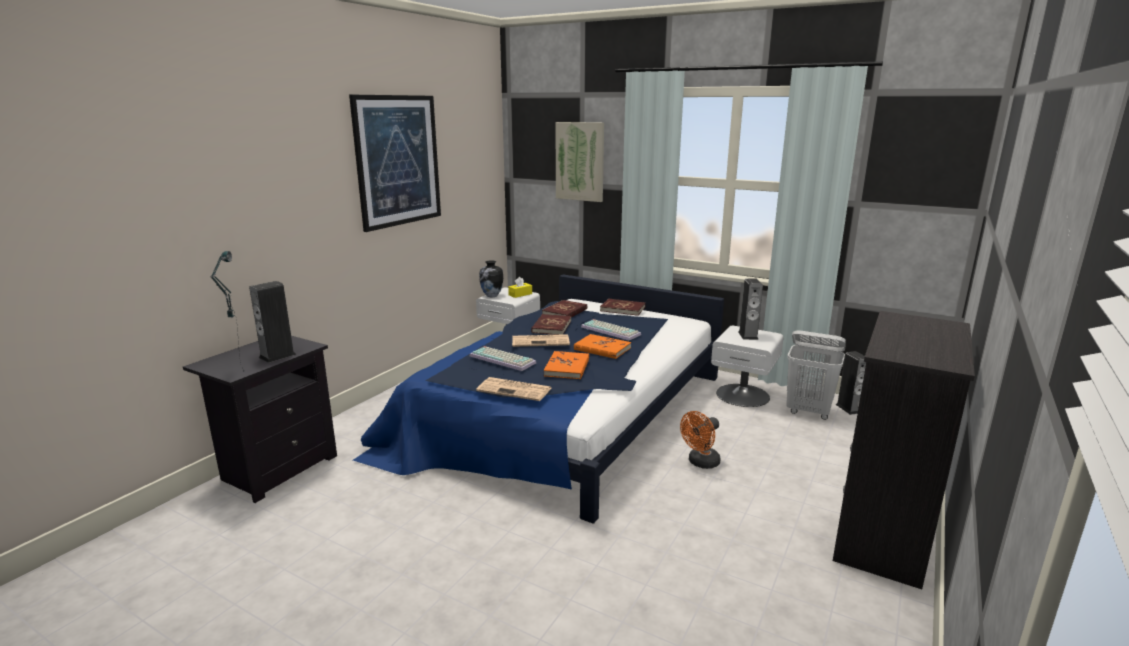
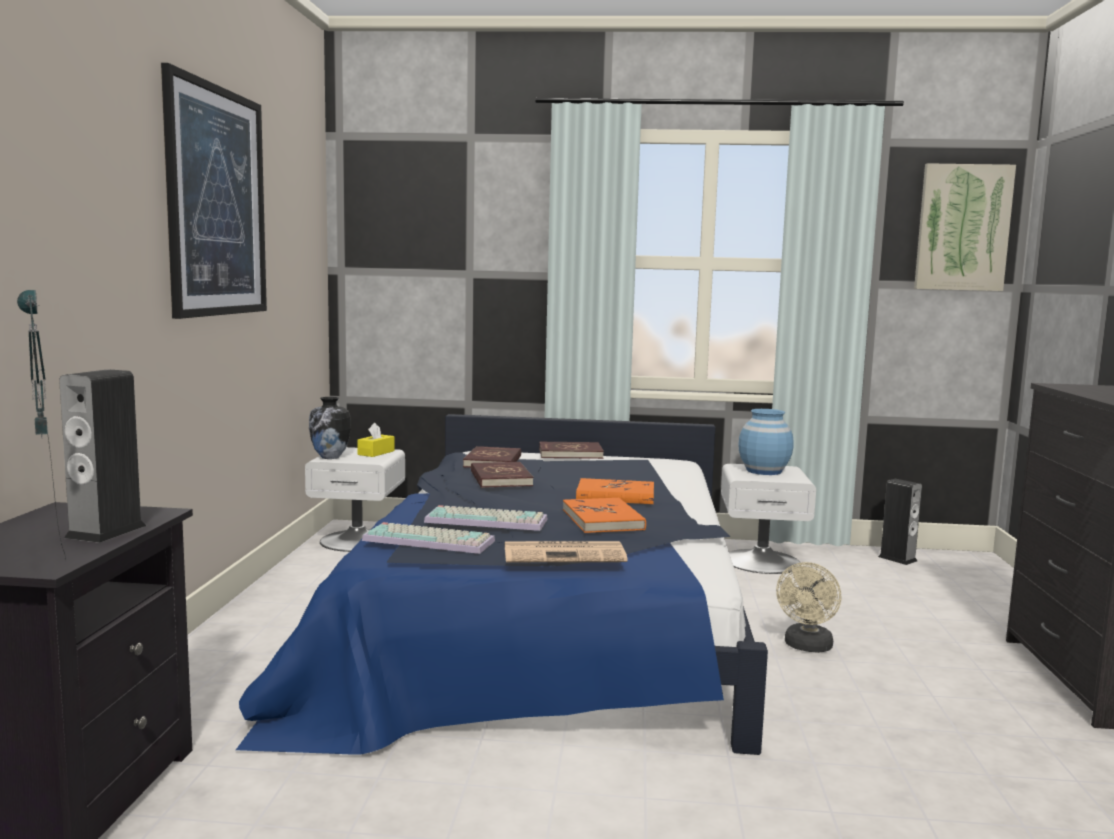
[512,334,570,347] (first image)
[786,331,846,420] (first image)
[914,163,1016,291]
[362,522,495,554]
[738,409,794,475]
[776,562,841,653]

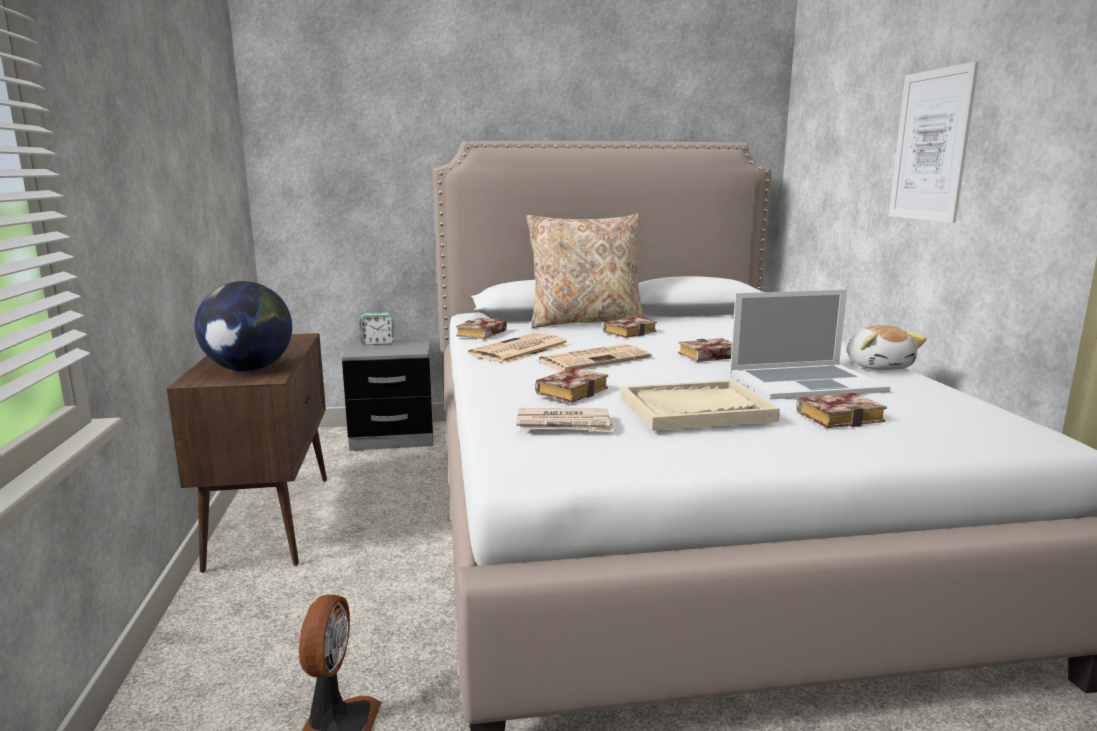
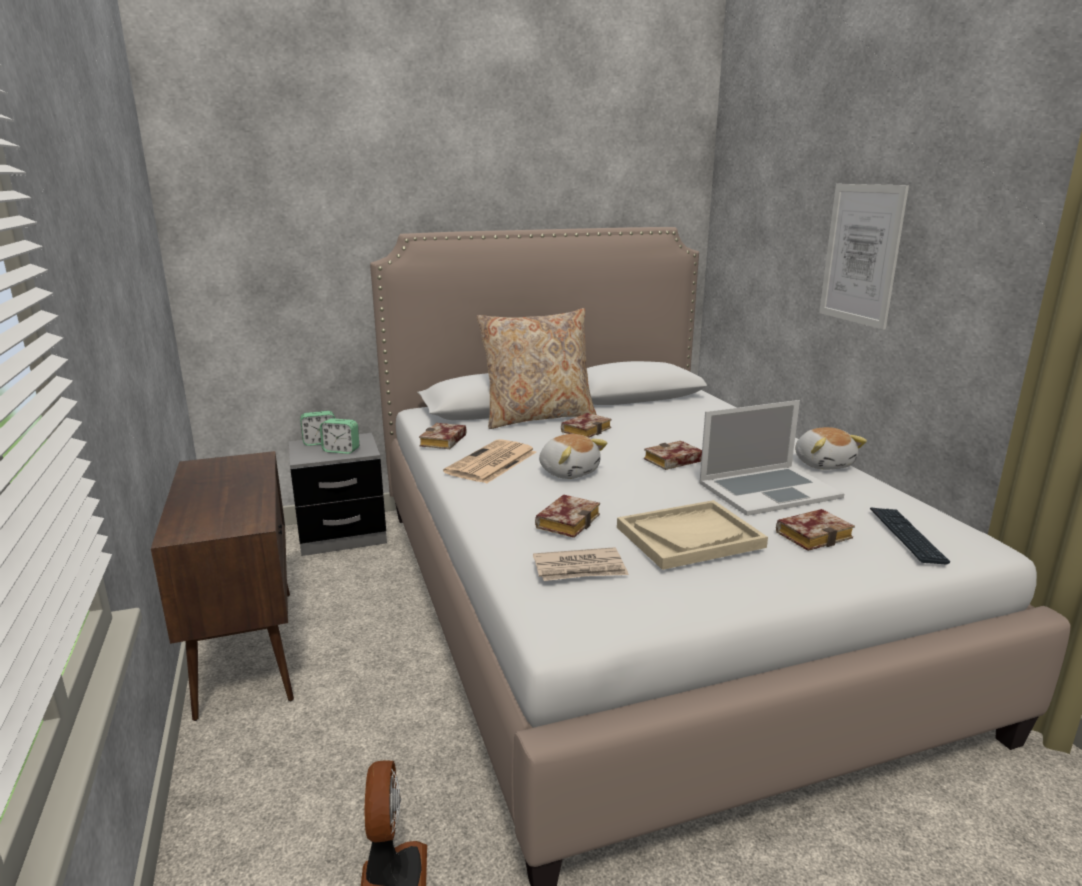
[195,281,292,371] (first image)
[320,418,359,454]
[870,507,950,565]
[539,434,607,479]

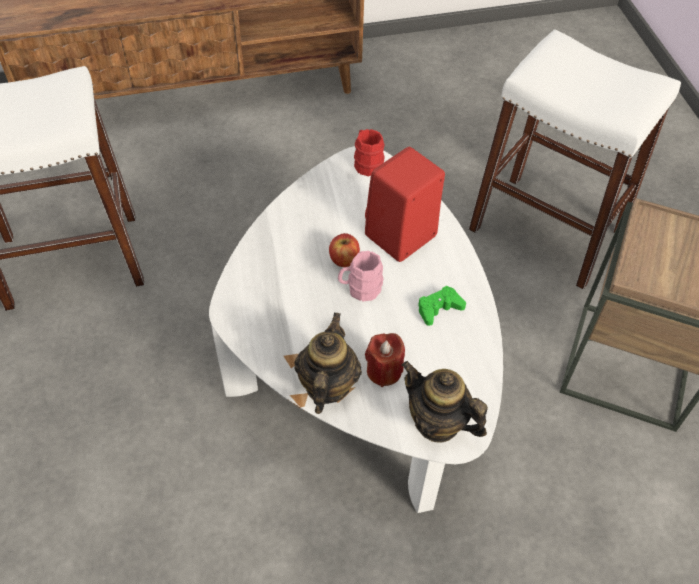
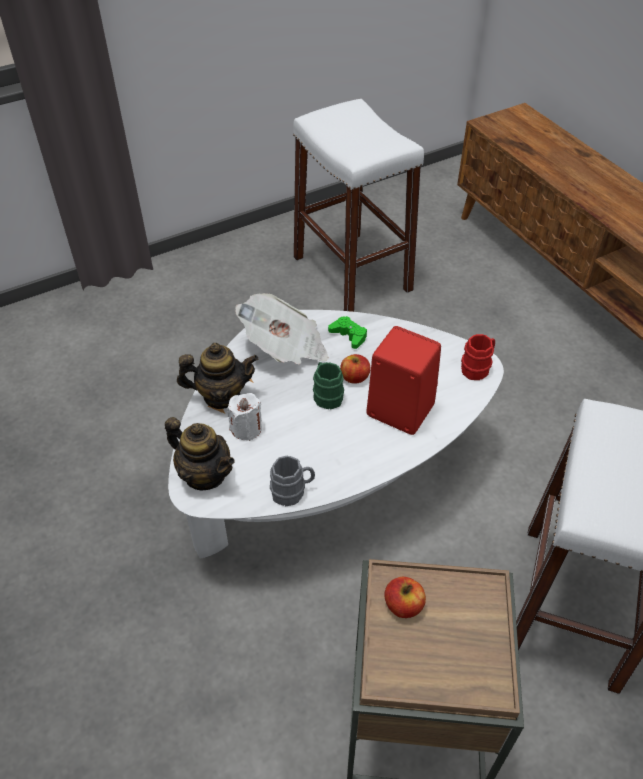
[235,293,329,364]
[270,455,315,506]
[384,577,426,618]
[328,316,367,349]
[313,362,344,409]
[227,393,262,441]
[165,417,235,490]

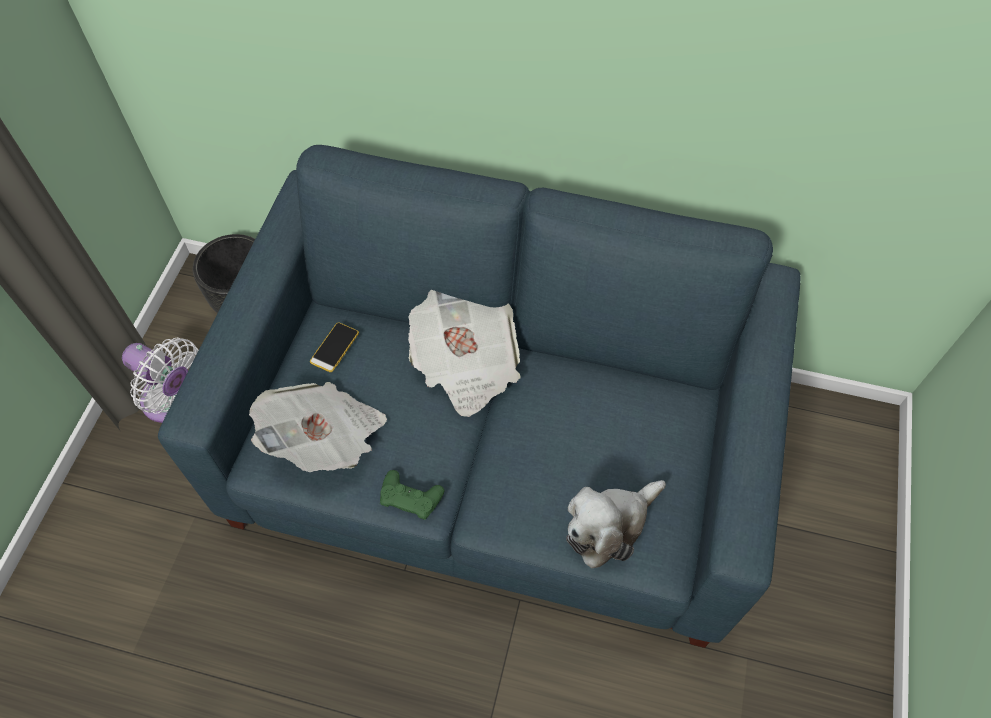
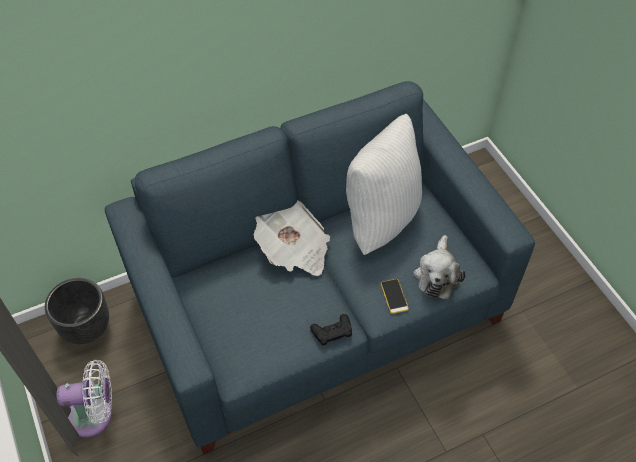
[249,382,387,472] (first image)
[346,114,422,255]
[381,279,409,314]
[310,314,352,345]

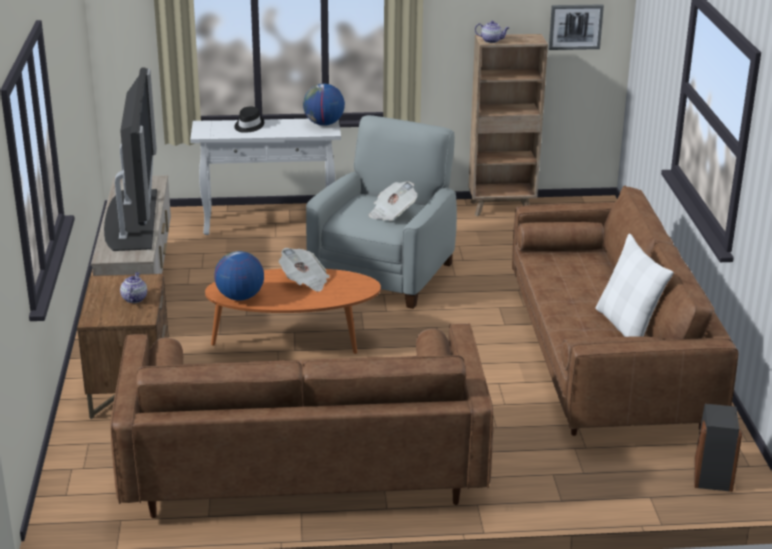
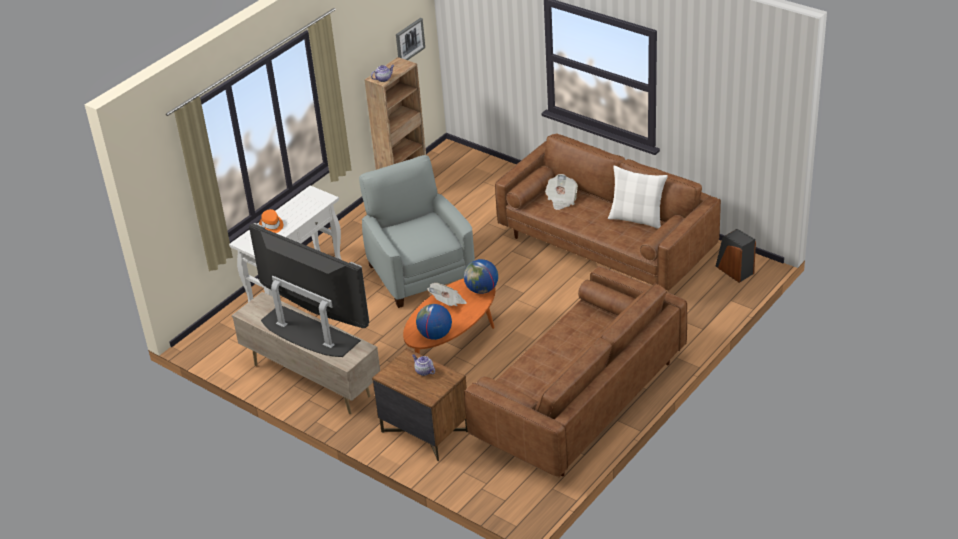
[464,259,498,294]
[545,174,578,210]
[259,209,283,233]

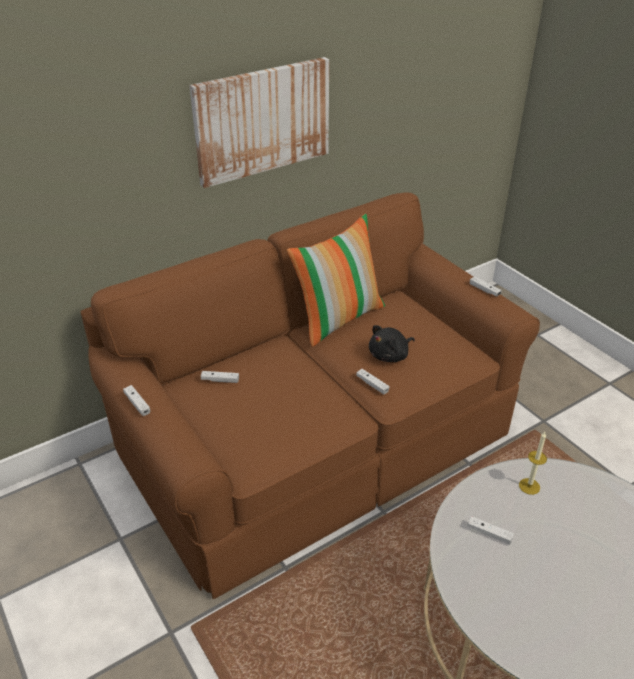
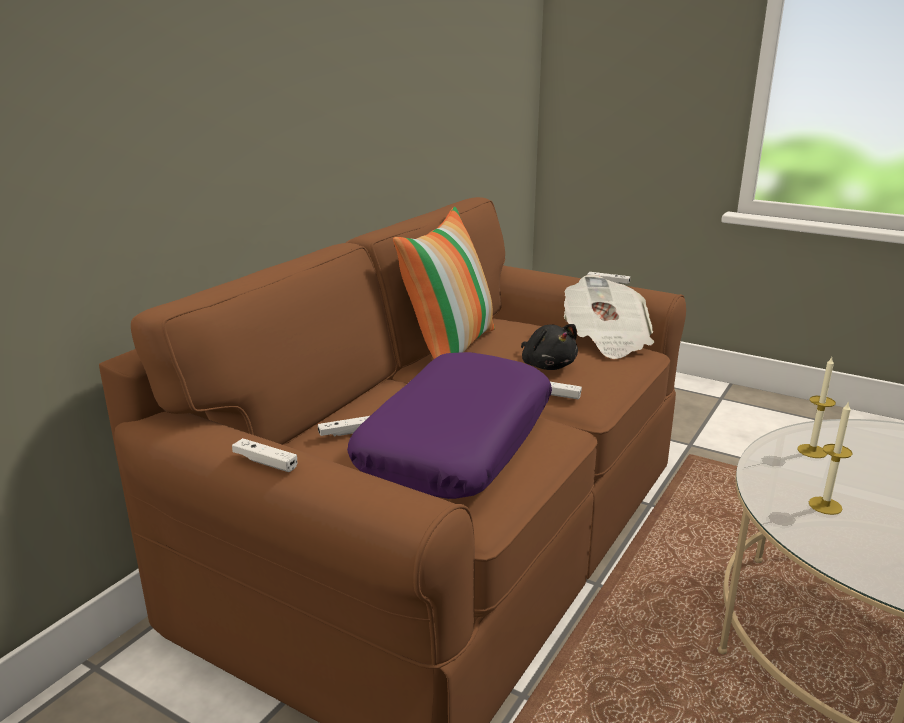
[189,57,329,188] (first image)
[347,352,552,499]
[564,275,654,359]
[809,401,853,515]
[521,324,578,370]

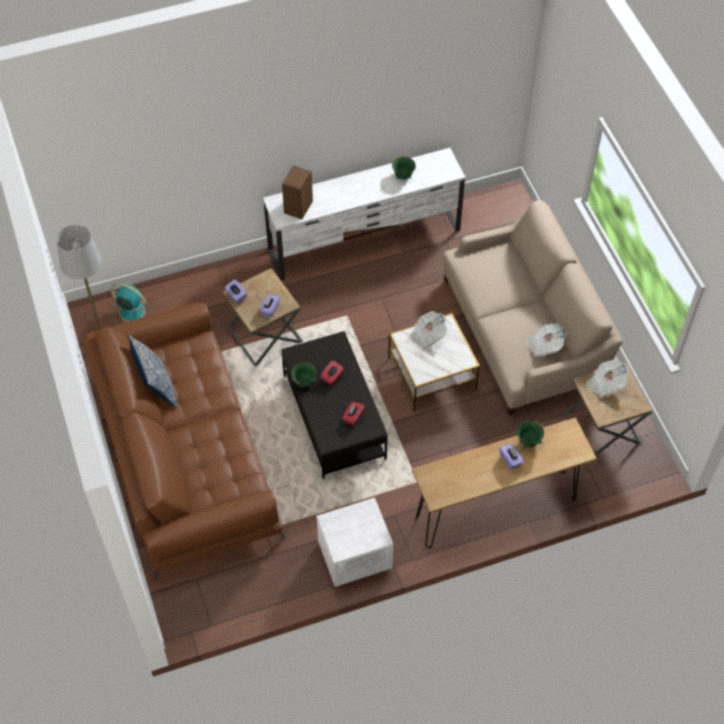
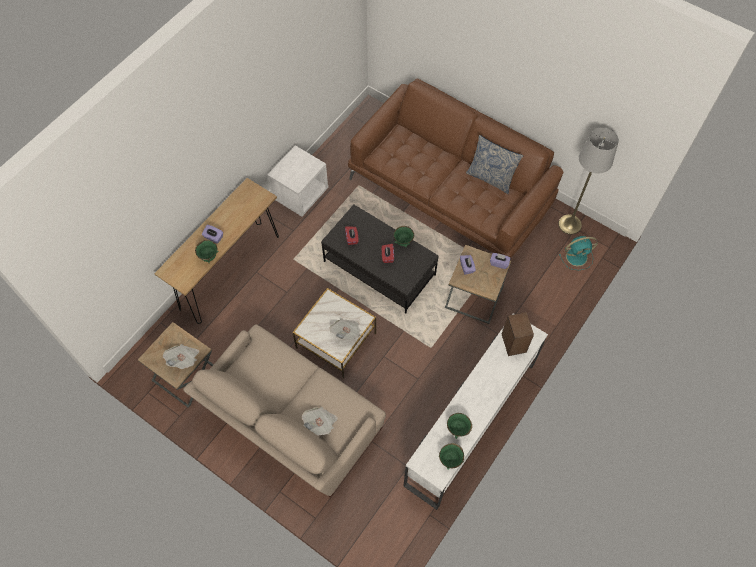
[439,443,464,470]
[302,407,338,436]

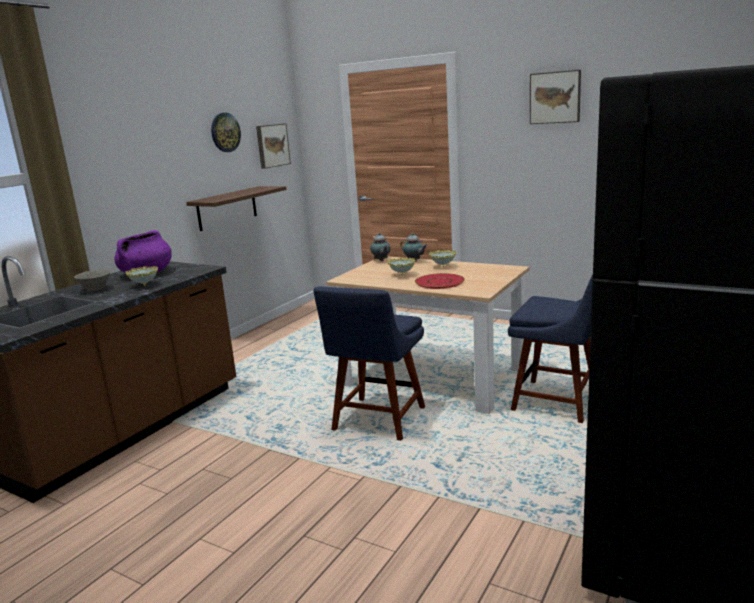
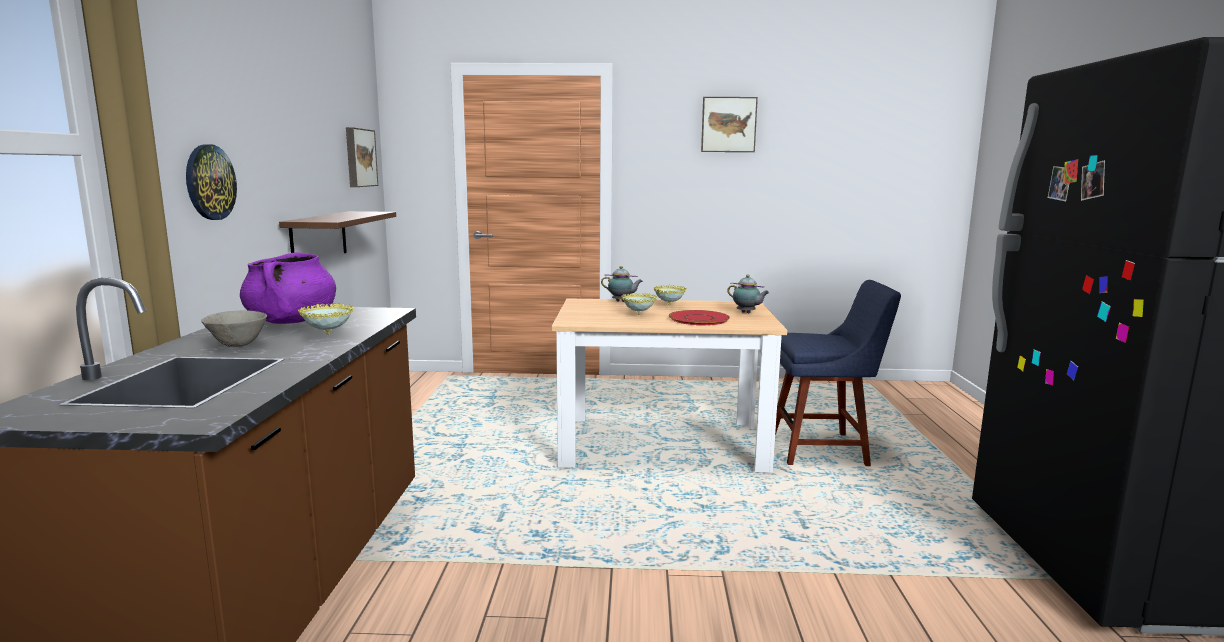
[313,287,425,441] (first image)
[186,144,237,220]
[727,275,769,313]

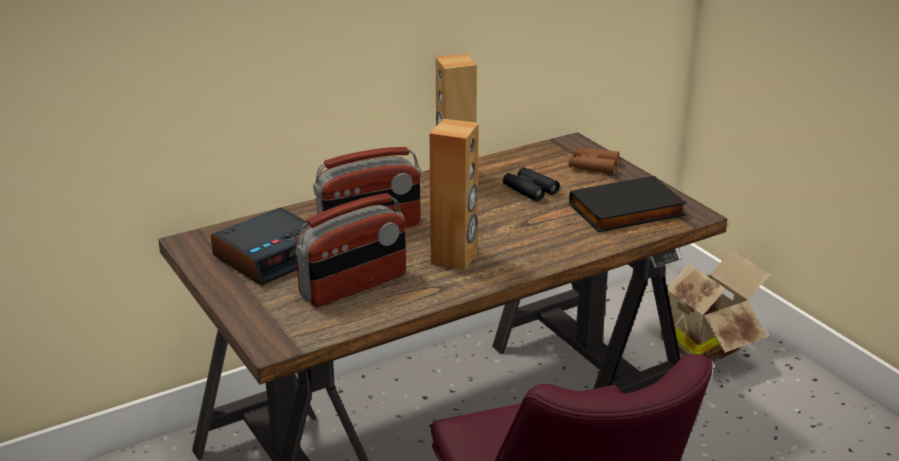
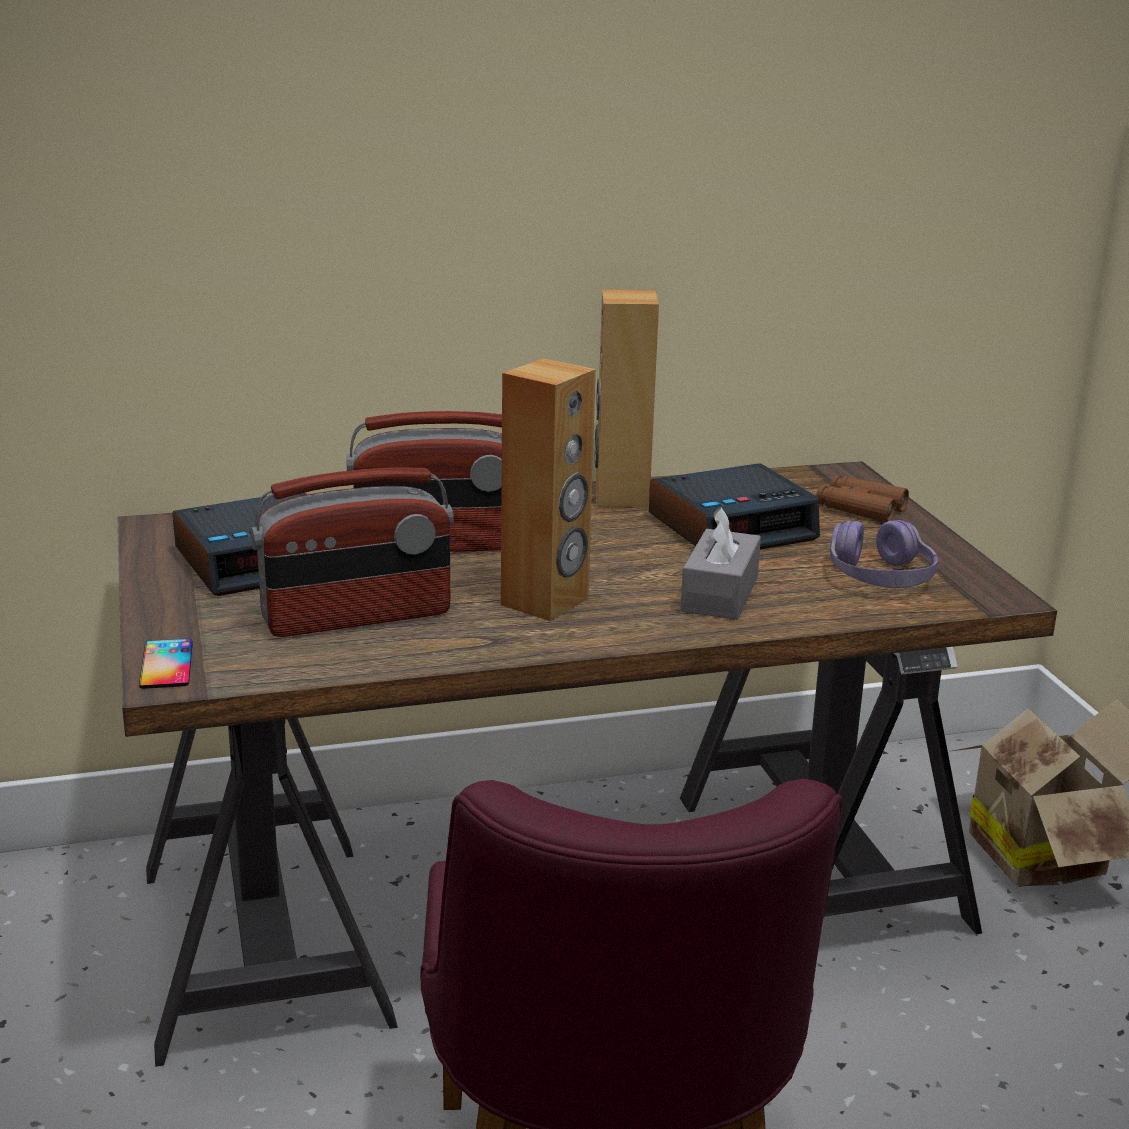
[139,639,193,689]
[680,507,761,620]
[649,463,820,549]
[830,520,938,588]

